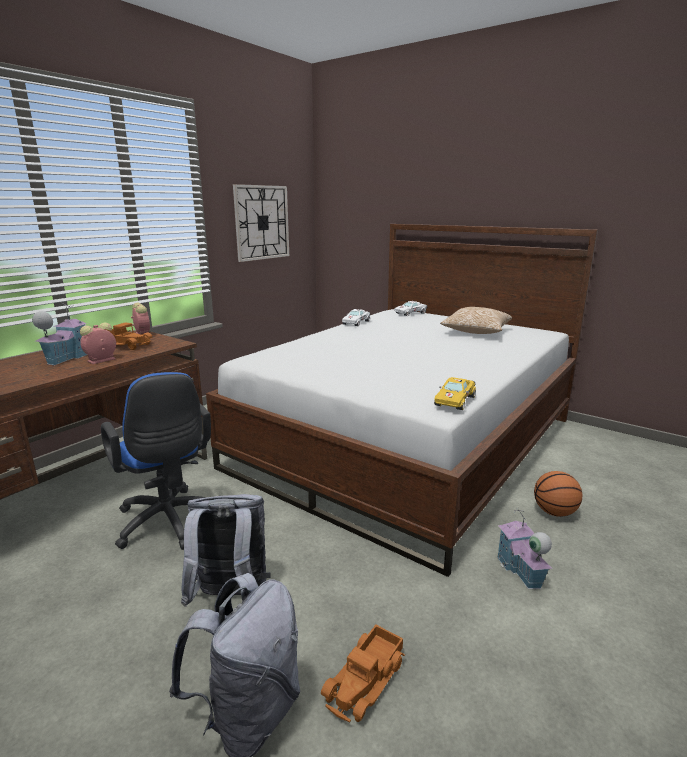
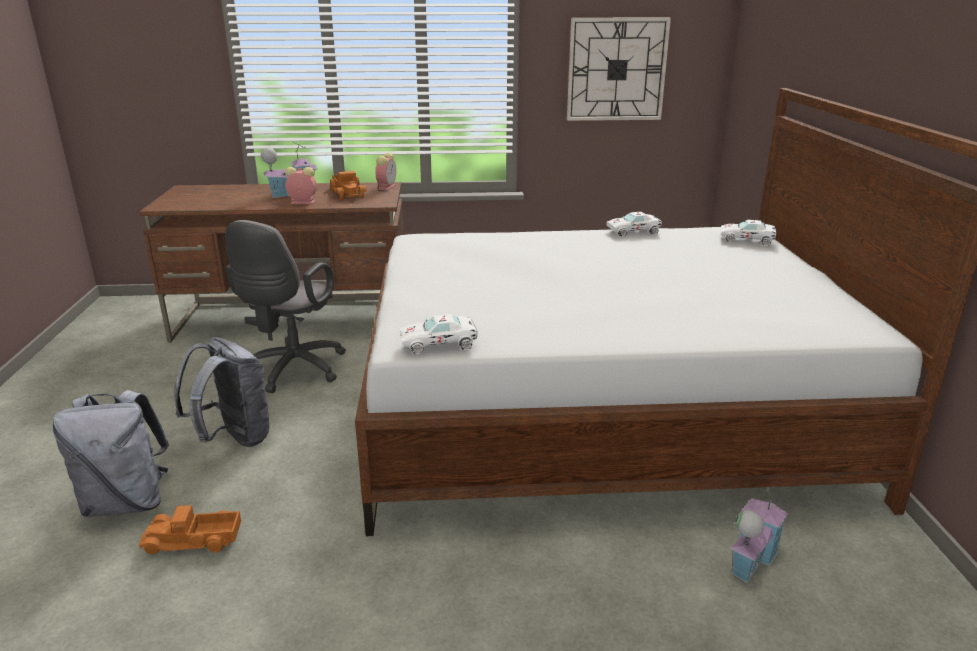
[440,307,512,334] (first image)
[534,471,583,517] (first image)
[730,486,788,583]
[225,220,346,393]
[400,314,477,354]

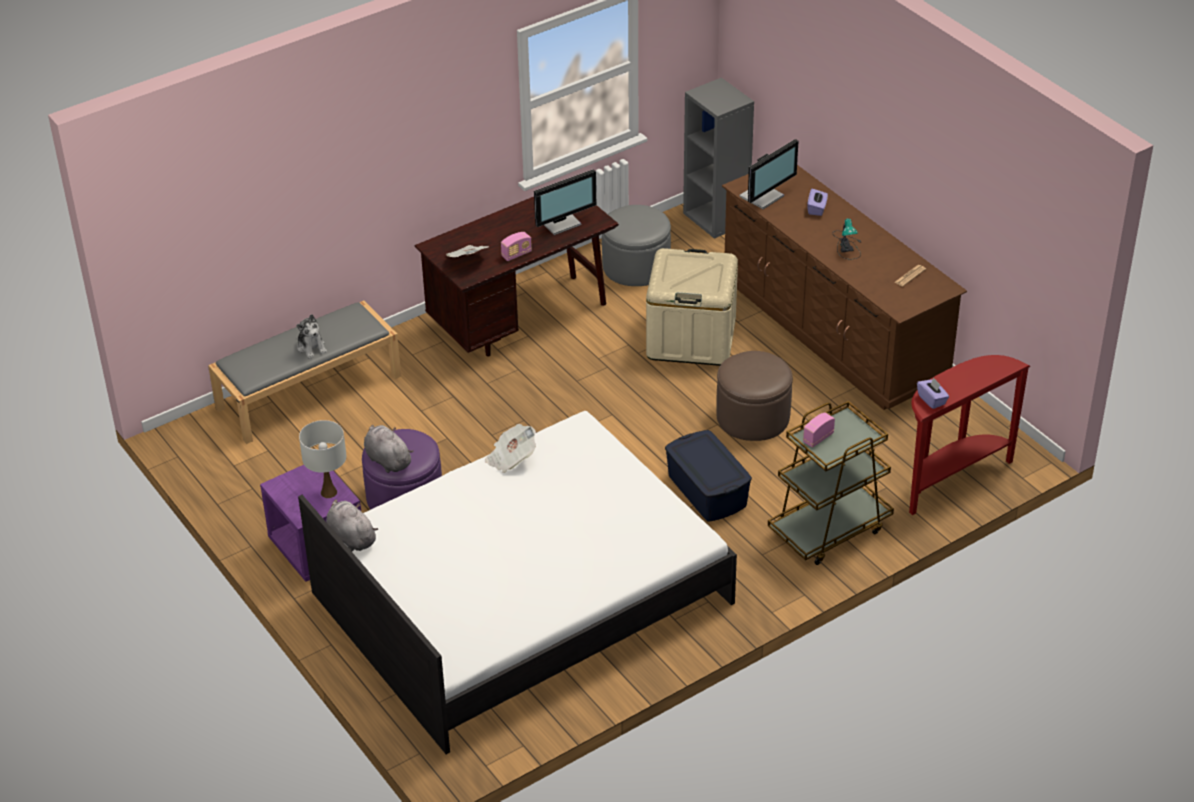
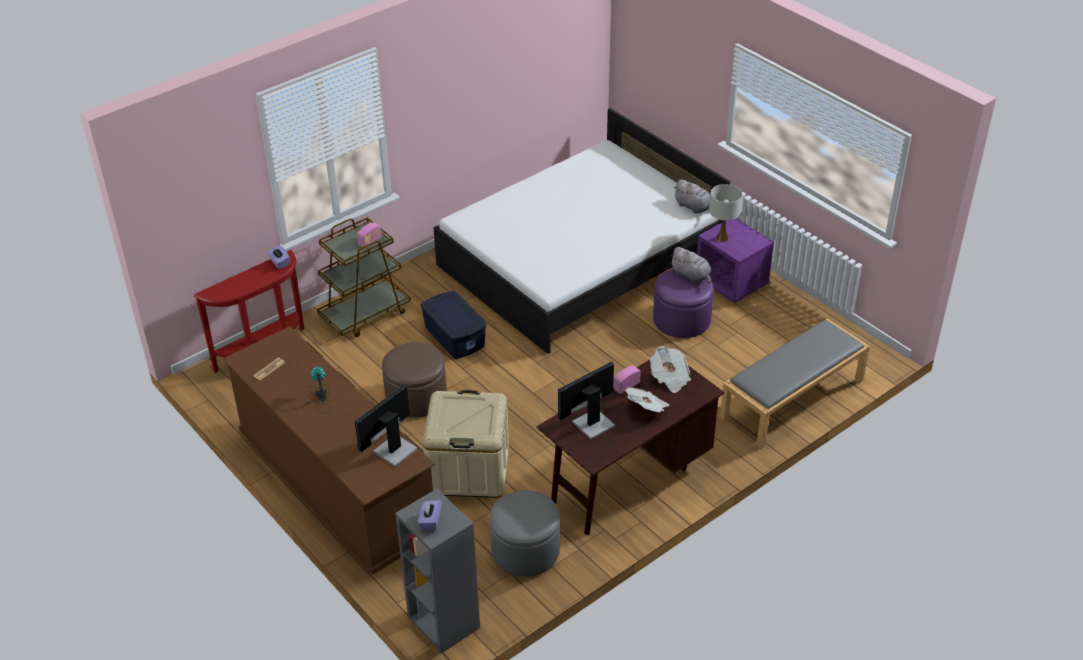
[297,314,327,359] (first image)
[625,387,669,413]
[418,500,441,531]

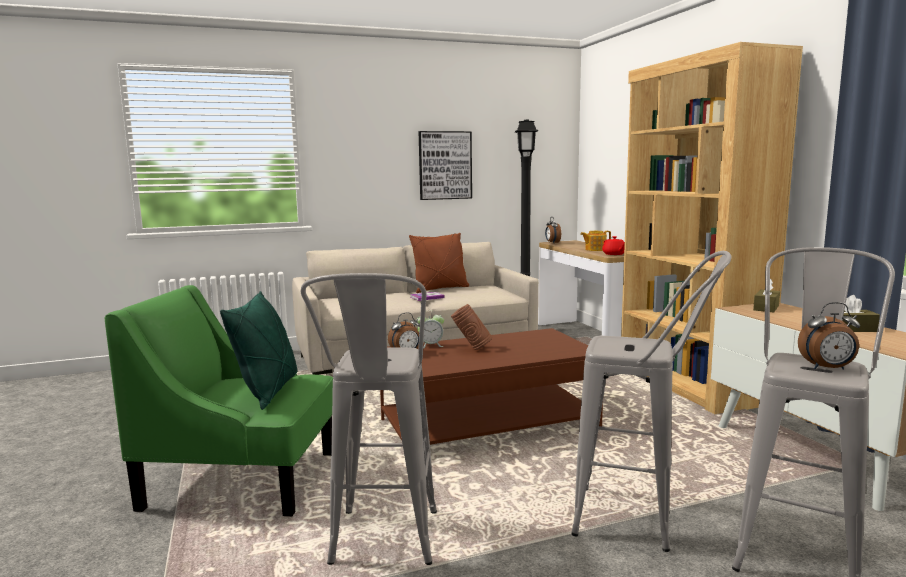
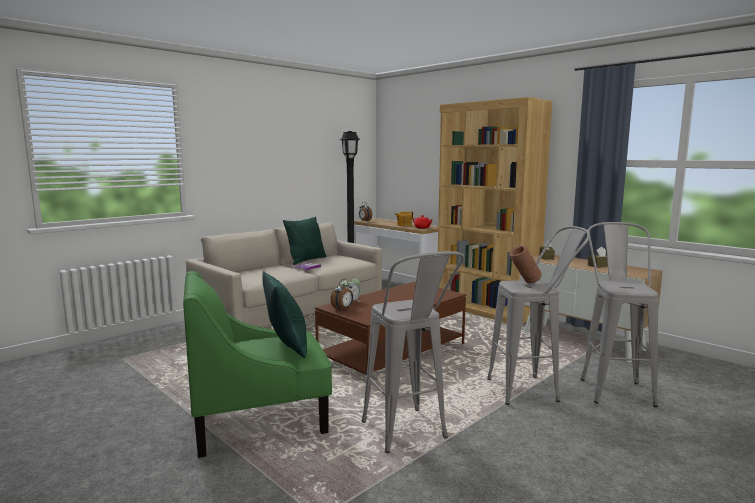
[419,131,472,200] (first image)
[798,302,860,370] (first image)
[509,245,542,284]
[283,217,327,265]

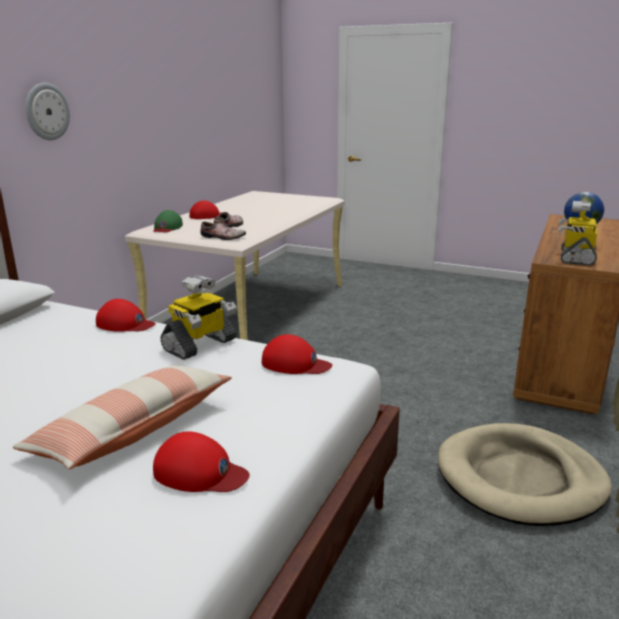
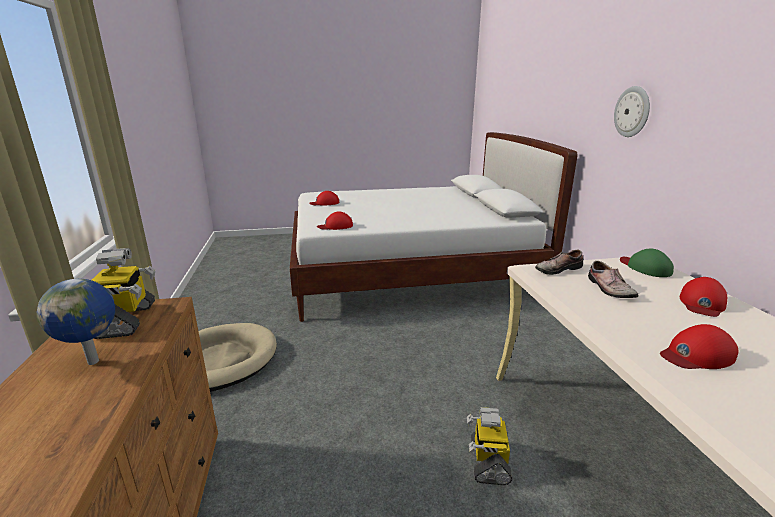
[13,366,232,469] (first image)
[660,324,738,369]
[467,407,512,485]

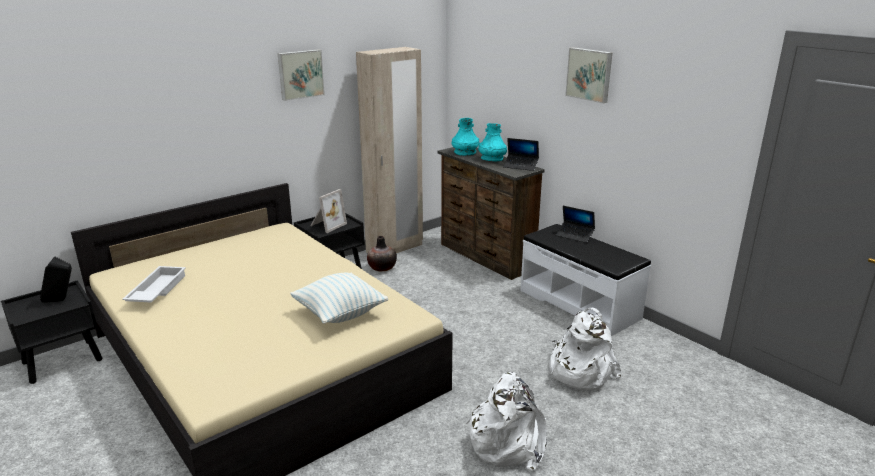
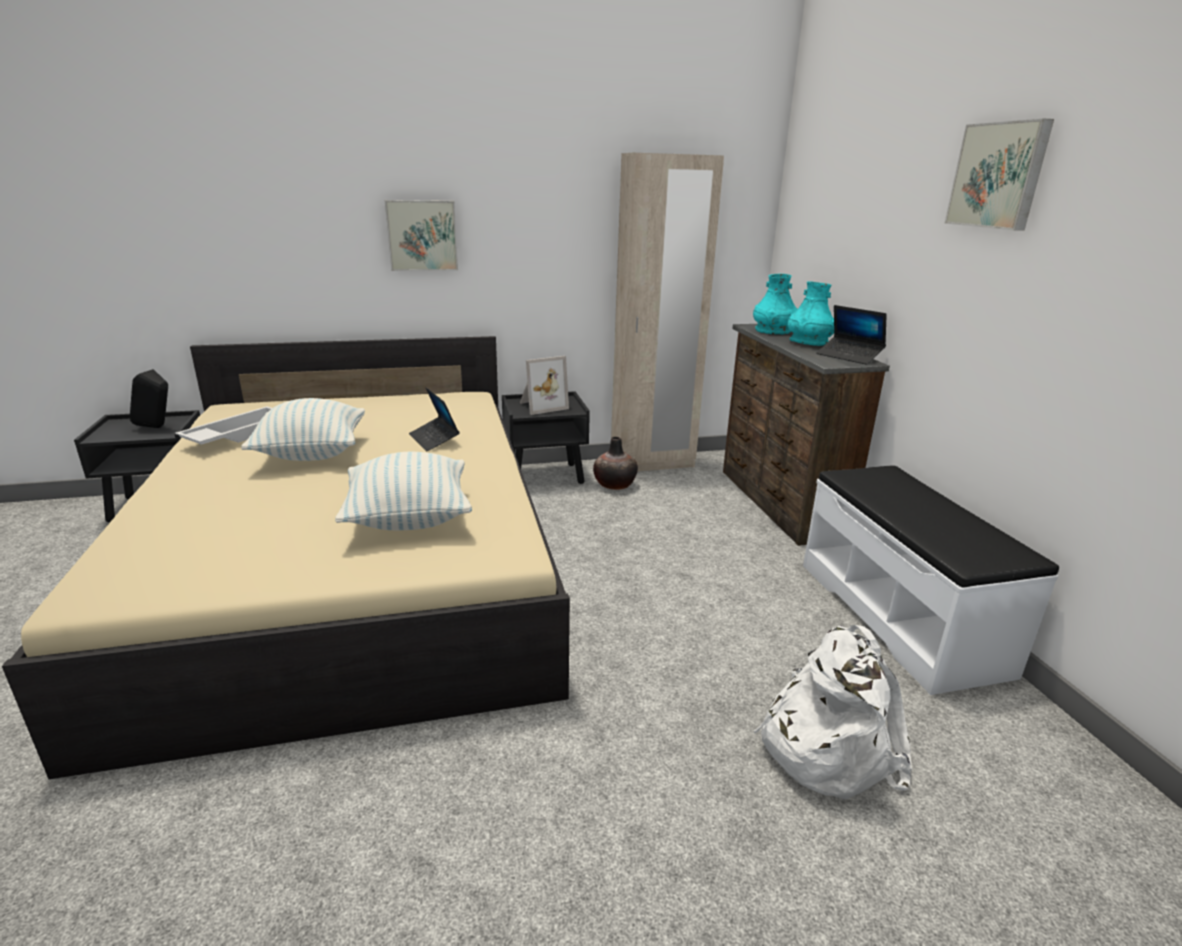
[466,372,547,471] (first image)
[241,398,365,461]
[385,200,458,271]
[409,387,460,452]

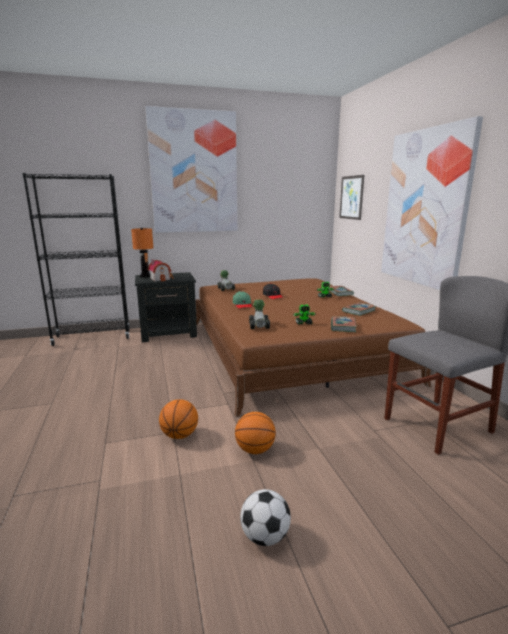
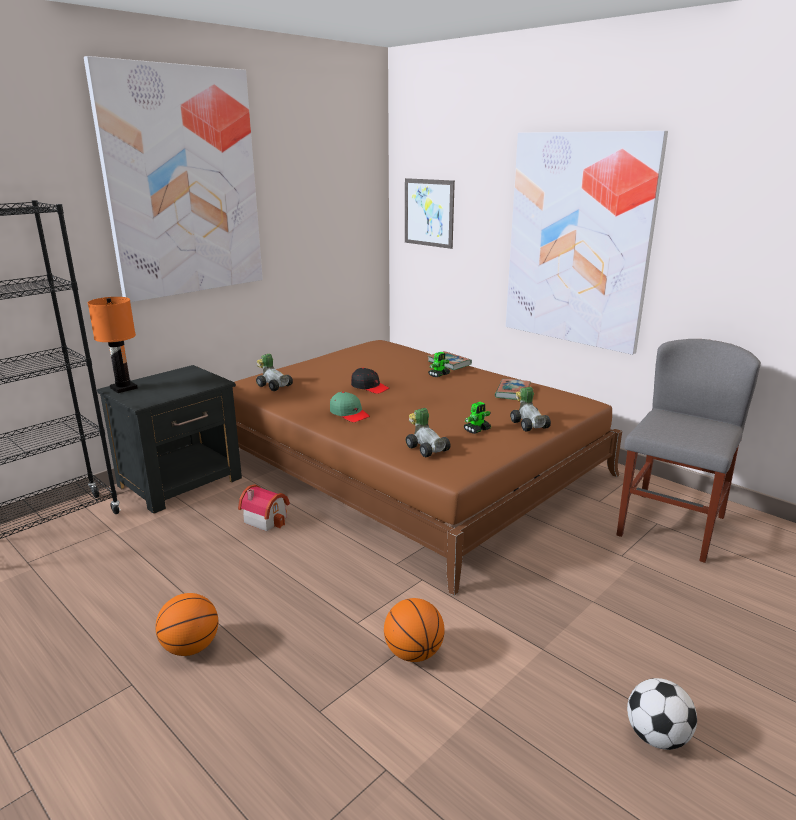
[238,484,290,532]
[155,593,218,656]
[510,387,551,432]

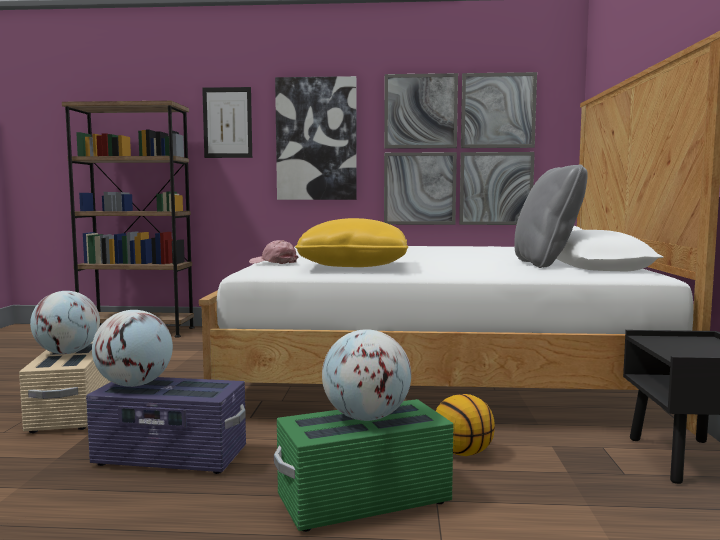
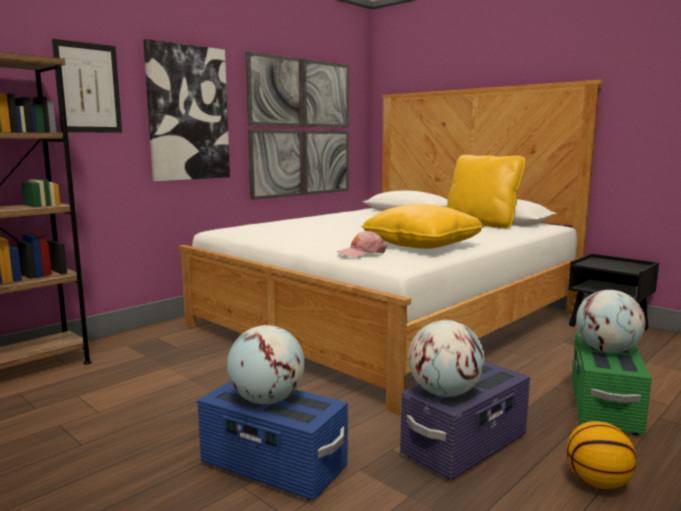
[567,421,636,490]
[197,381,348,501]
[447,155,525,229]

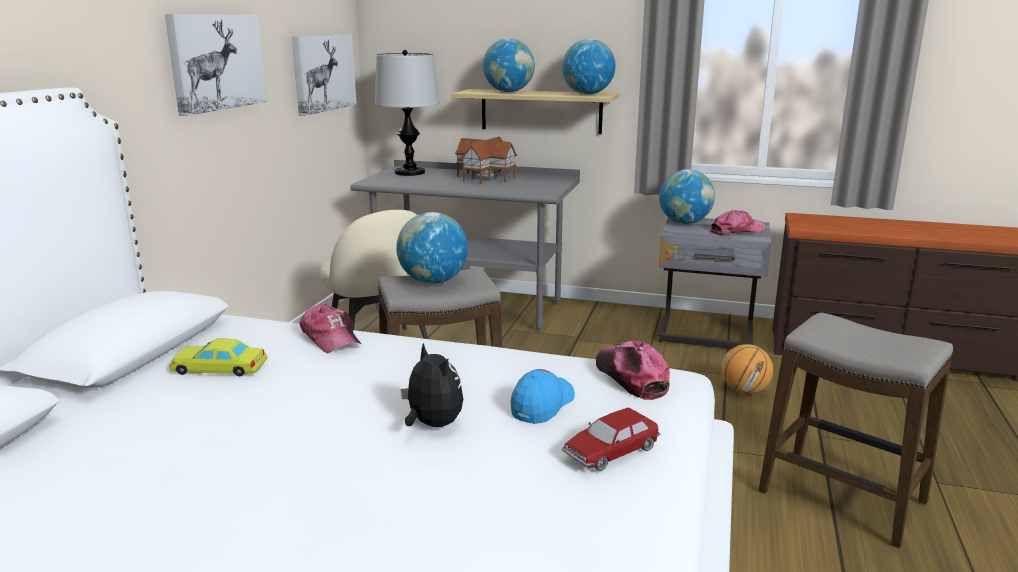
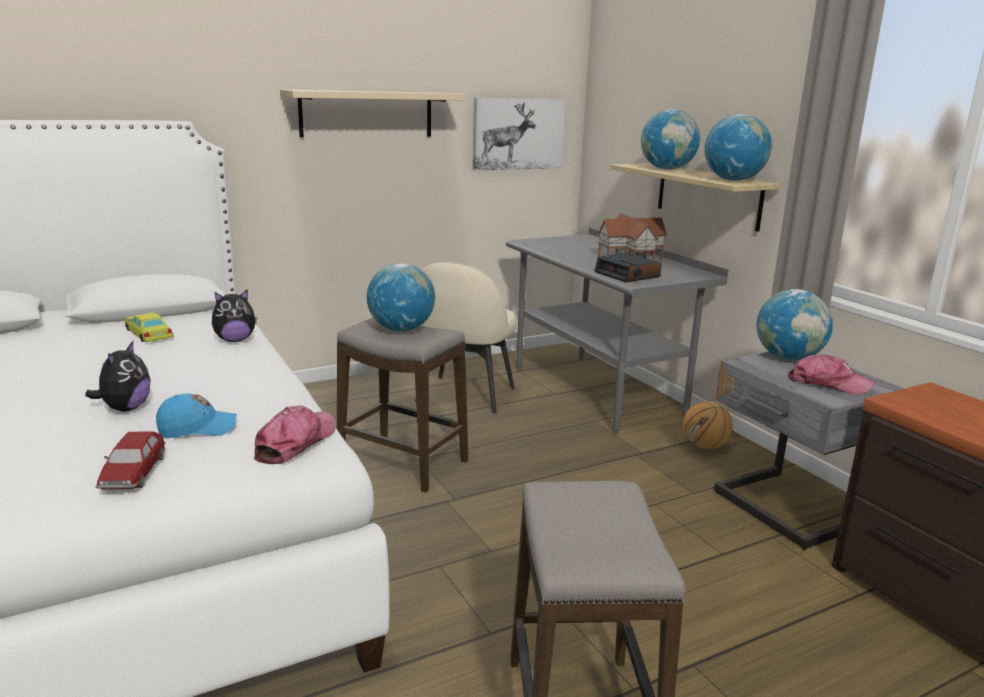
[375,50,439,176] (first image)
[595,253,662,282]
[683,401,733,449]
[280,89,465,138]
[212,289,257,342]
[95,427,166,490]

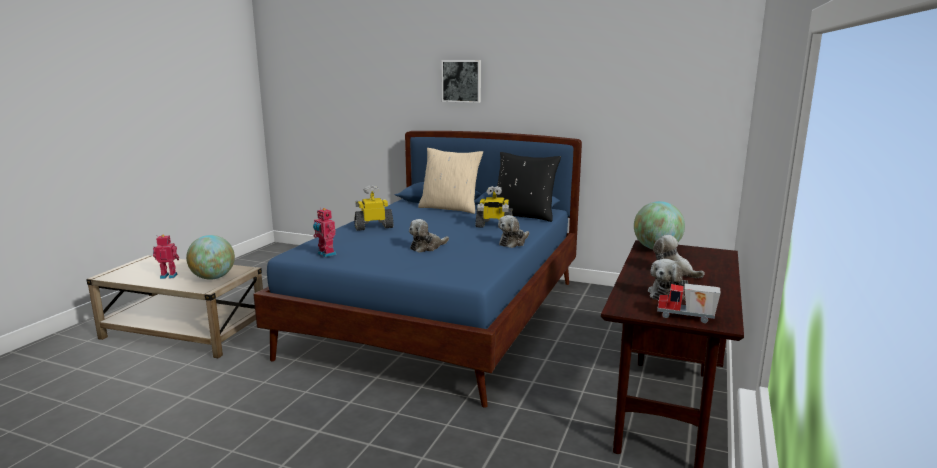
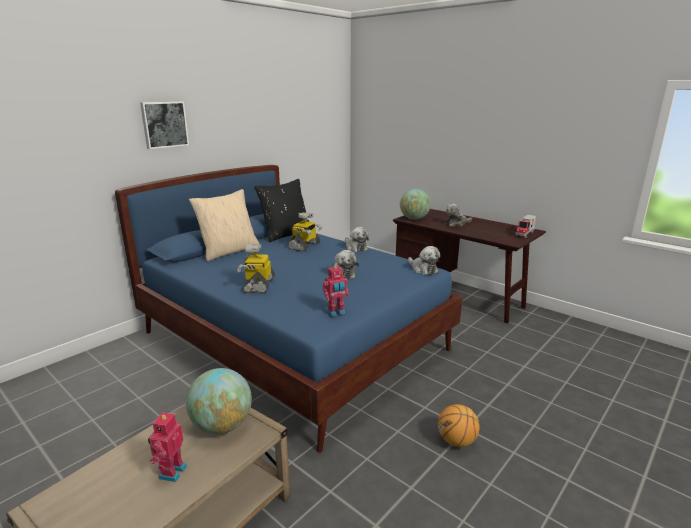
[438,404,480,447]
[408,246,440,275]

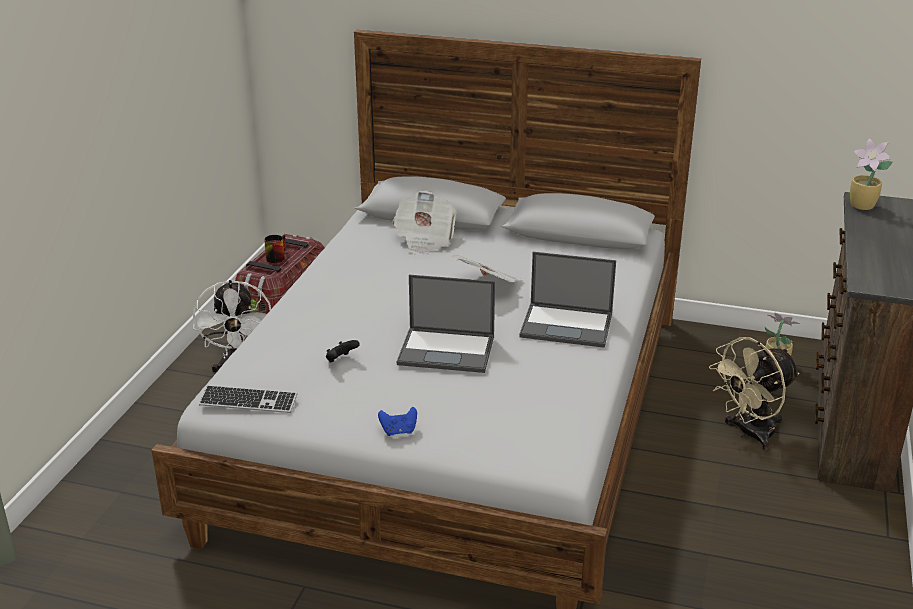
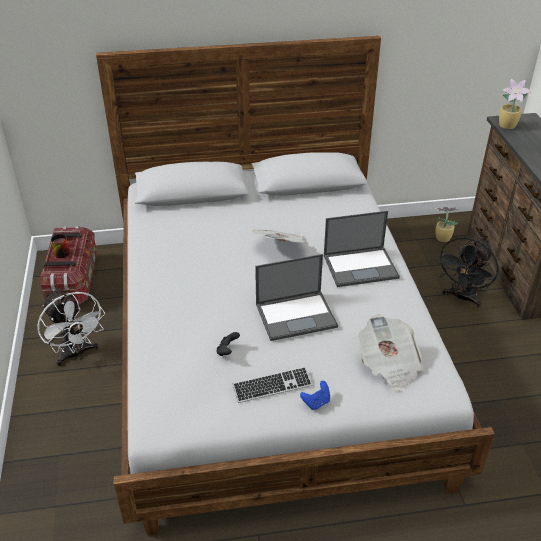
[233,367,312,403]
[358,314,424,392]
[436,237,499,308]

